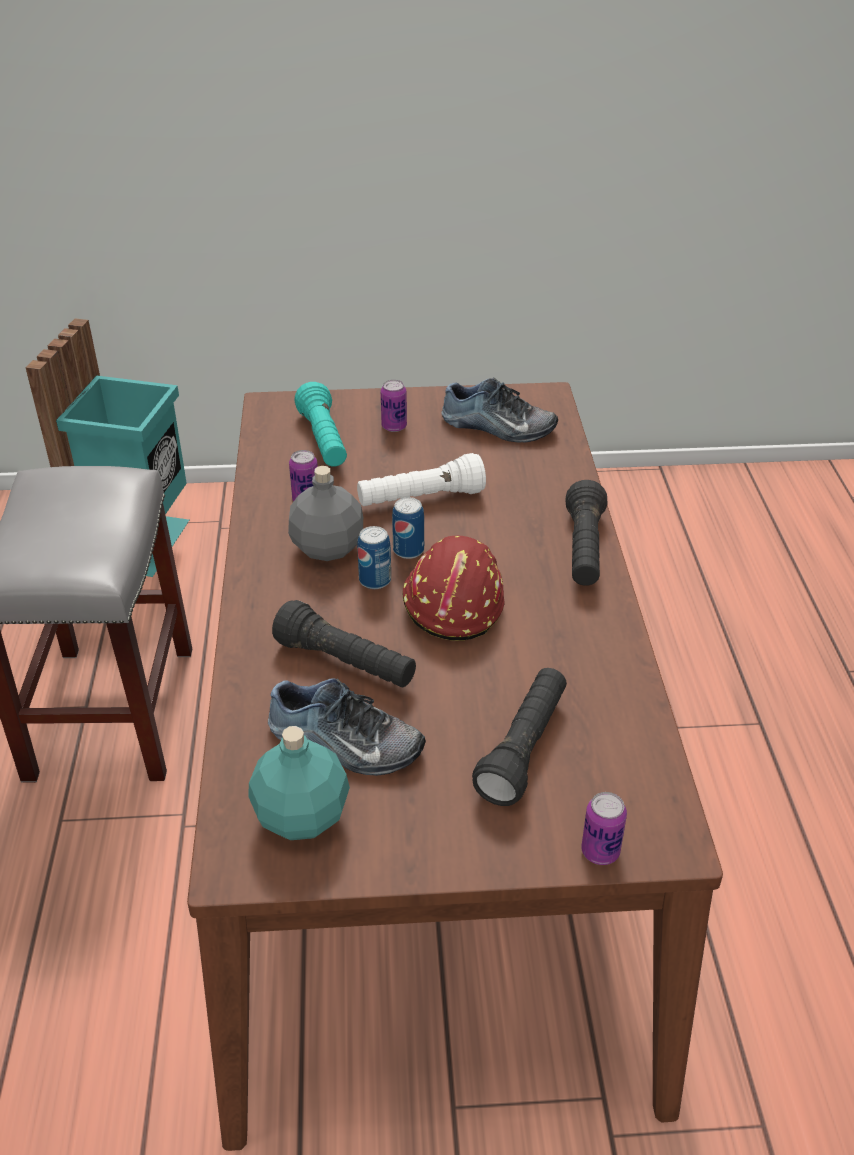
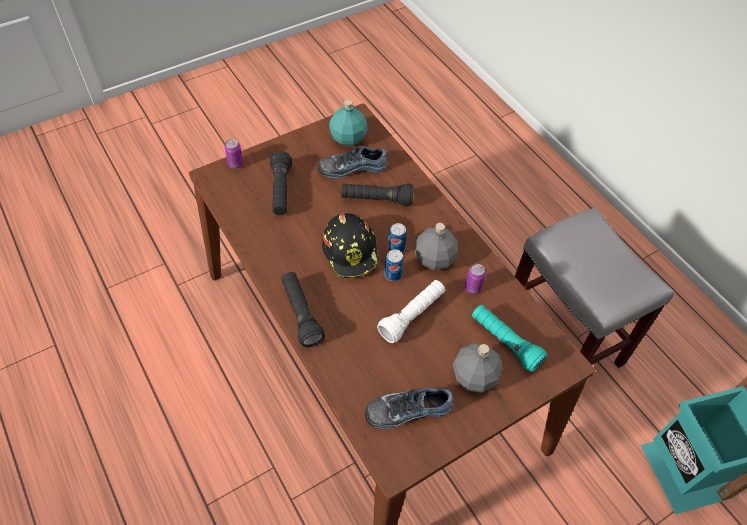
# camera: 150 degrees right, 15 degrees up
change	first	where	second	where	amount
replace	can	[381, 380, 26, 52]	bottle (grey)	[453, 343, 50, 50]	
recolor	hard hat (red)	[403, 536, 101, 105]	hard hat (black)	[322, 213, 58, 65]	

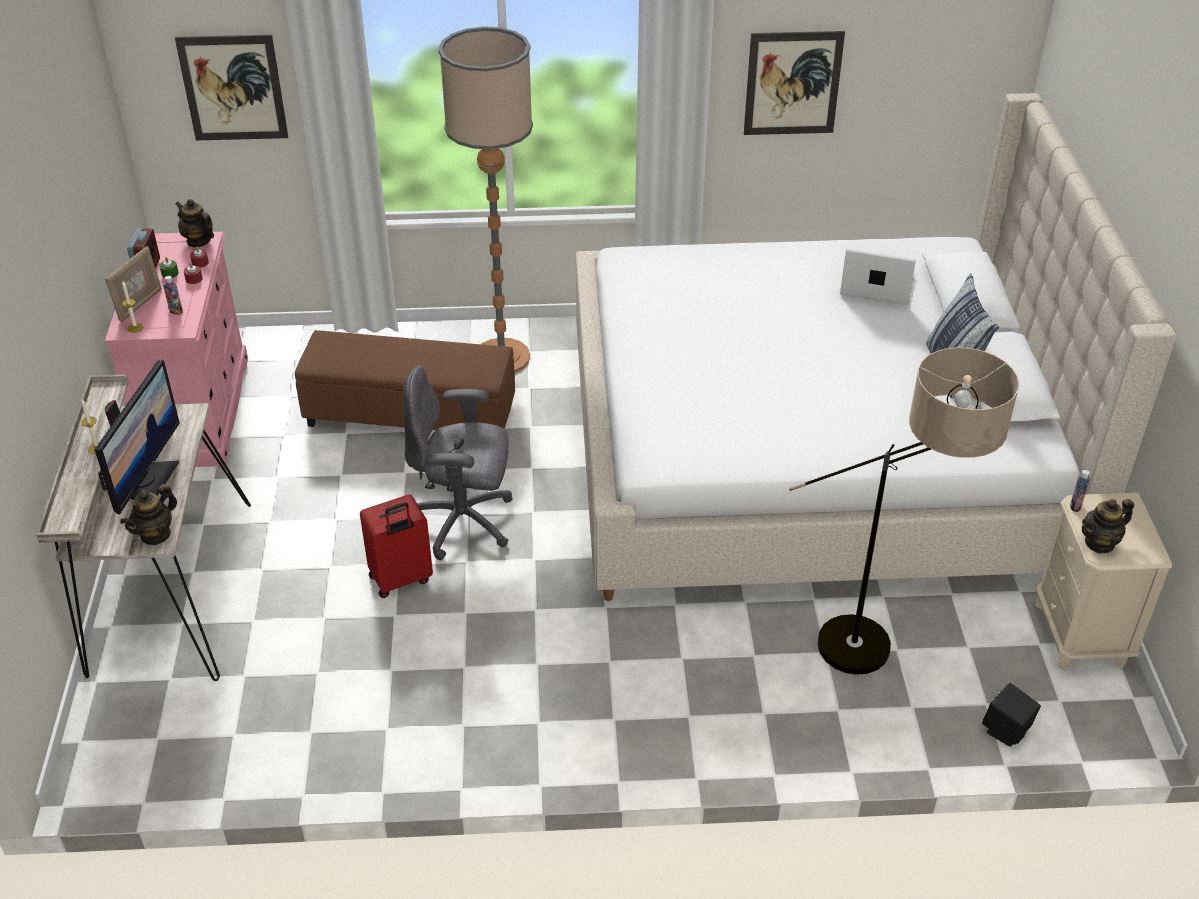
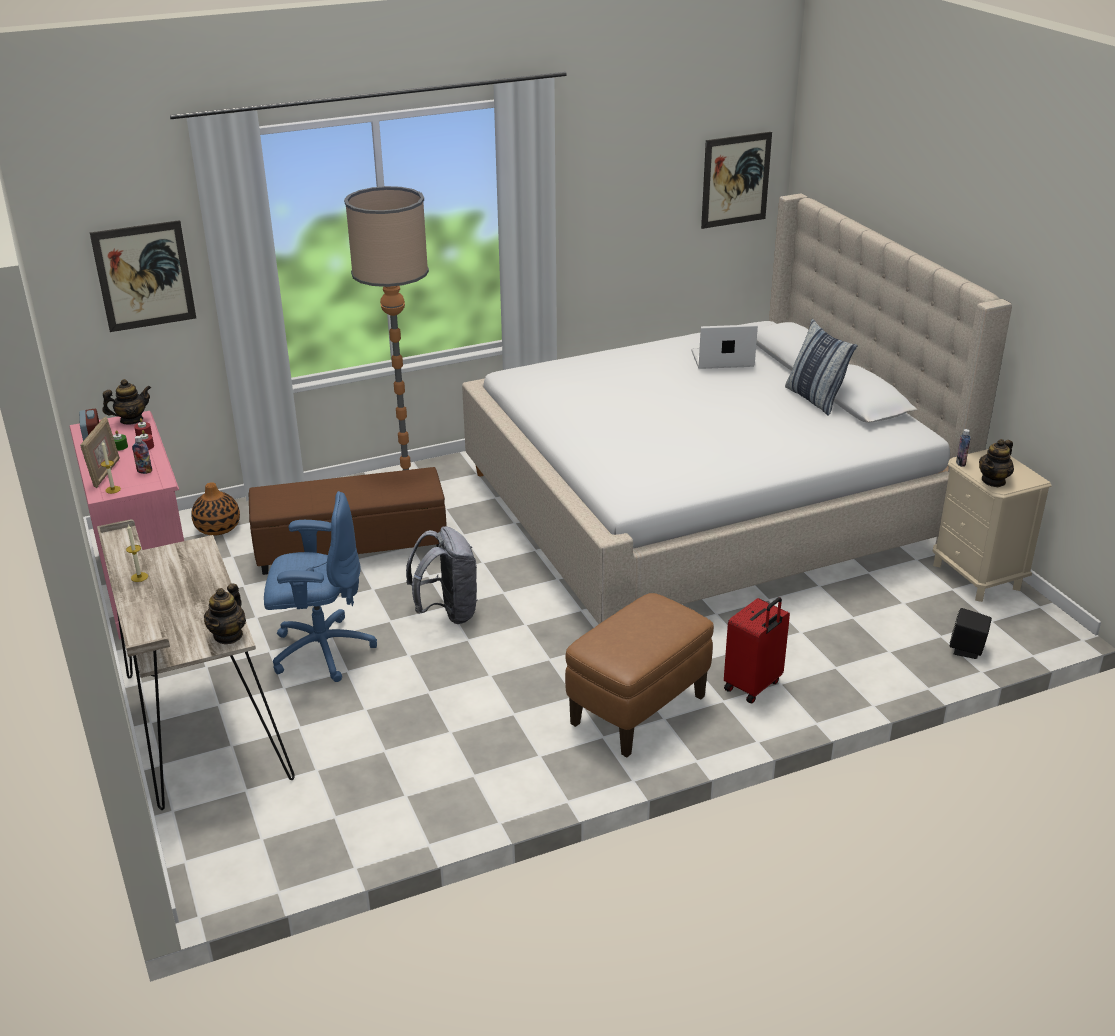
# camera: 20 degrees left, 10 degrees down
change	first	where	second	where	amount
move	picture	[744, 31, 101, 104]		[701, 132, 71, 97]	
rotate	teapot	[175, 199, 39, 48]		[103, 379, 48, 45]	135 degrees clockwise
delete	floor lamp	[789, 347, 230, 328]			
delete	monitor	[95, 360, 85, 154]			
replace	office chair (grey)	[403, 365, 109, 195]	backpack (grey)	[406, 526, 72, 98]	
move	suitcase (red)	[360, 494, 73, 104]		[724, 597, 66, 106]	
insert			vase	[191, 482, 49, 54]	
insert			office chair (blue)	[264, 491, 113, 191]	
insert			ottoman (brown)	[565, 593, 149, 164]	

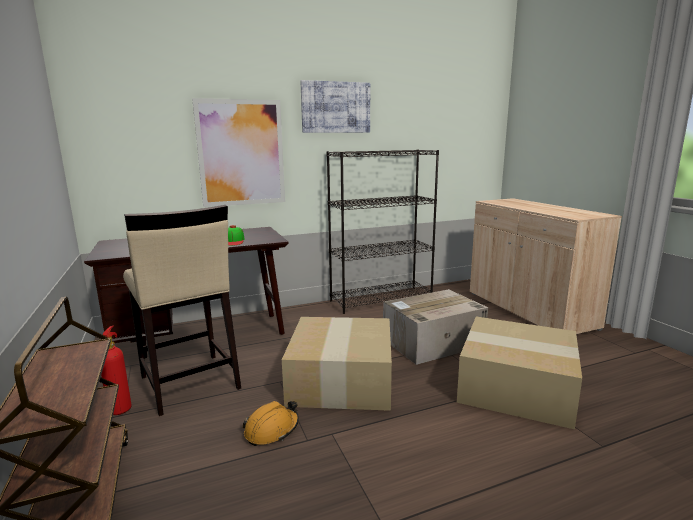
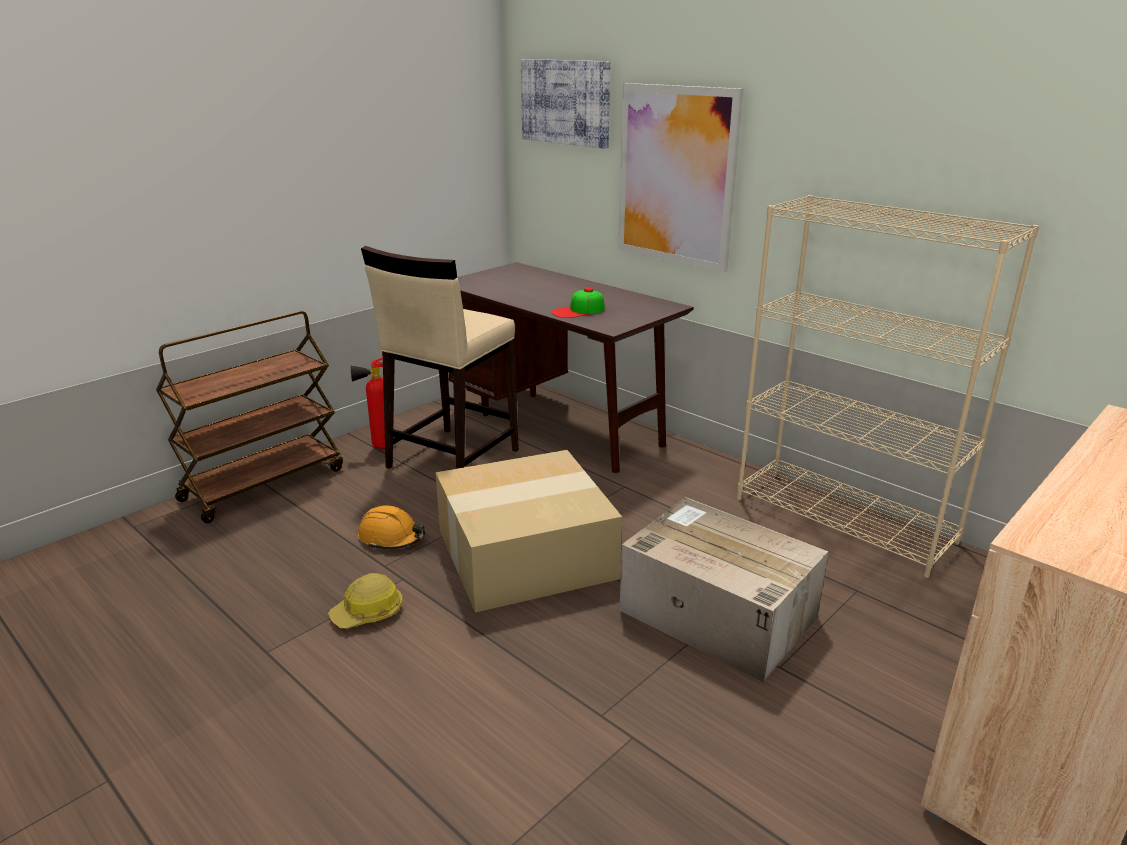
# camera: 65 degrees right, 10 degrees up
change	first	where	second	where	amount
move	picture	[300, 80, 70, 53]		[521, 59, 89, 90]	
recolor	bookcase (black)	[326, 150, 113, 164]	bookcase (beige)	[737, 195, 302, 383]	
delete	cardboard box	[457, 317, 125, 112]			
insert			hard hat	[328, 573, 75, 56]	

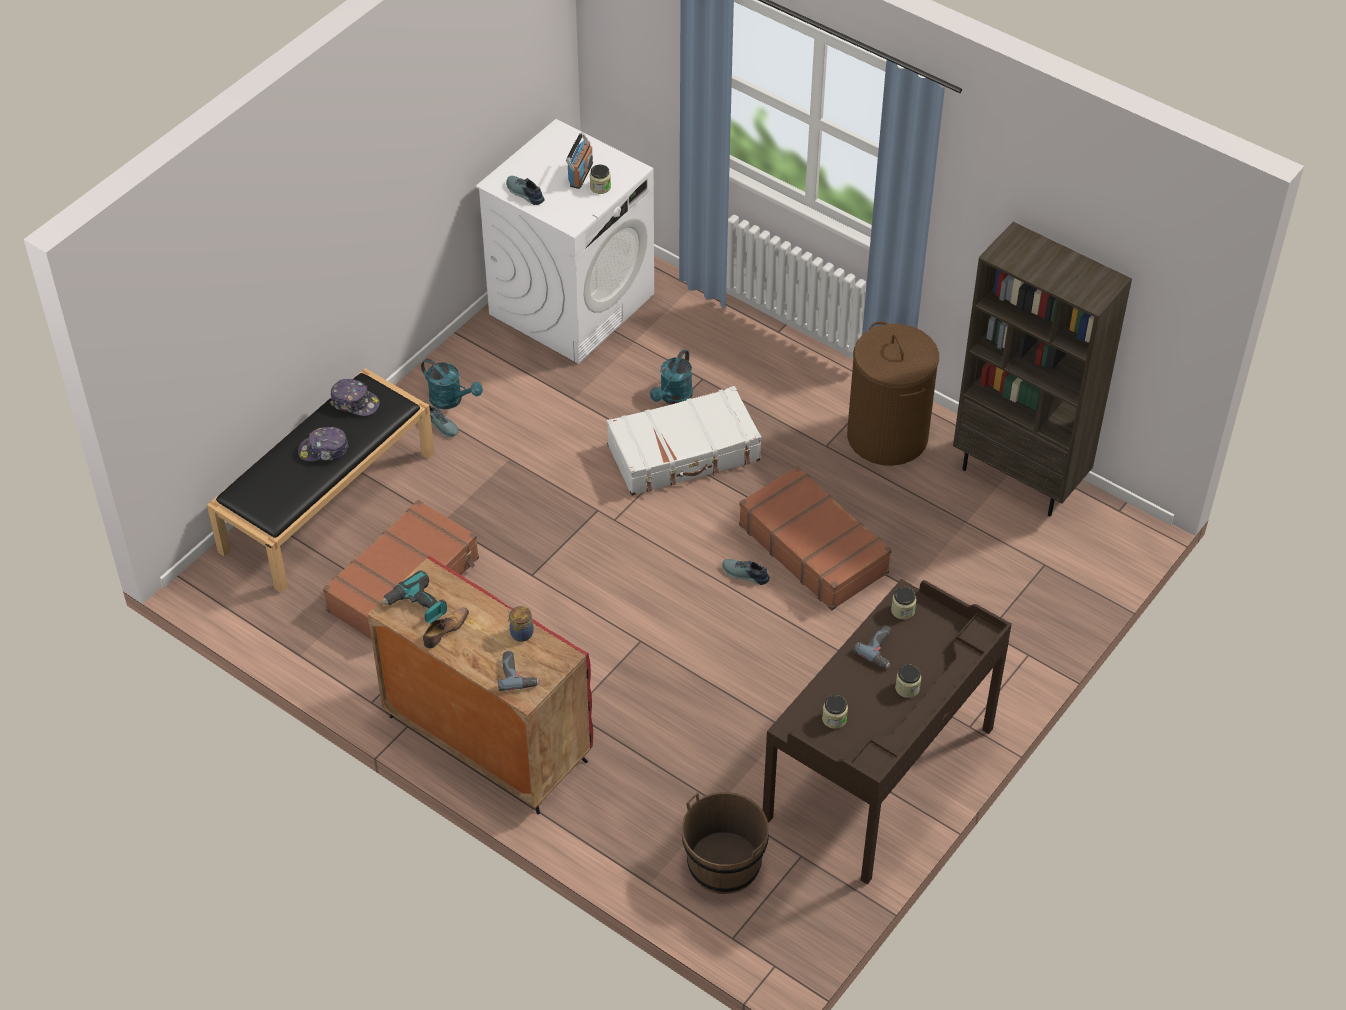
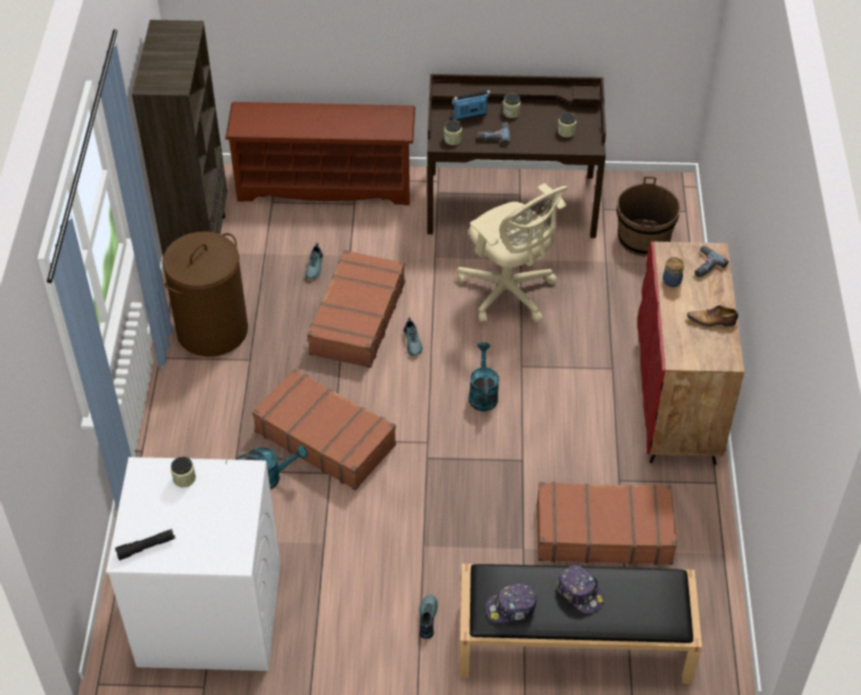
# camera: 125 degrees left, 0 degrees up
change	first	where	second	where	amount
move	radio	[566, 132, 27, 57]		[451, 90, 39, 31]	
move	shoe	[506, 176, 39, 29]		[305, 243, 18, 36]	
move	watering can (turquoise)	[421, 359, 62, 50]		[469, 342, 30, 70]	
rotate	cap	[330, 379, 50, 37]		[485, 584, 52, 39]	90 degrees counterclockwise
recolor	suitcase (white)	[607, 386, 154, 110]	suitcase (brown)	[252, 369, 144, 121]	
delete	power drill	[381, 570, 66, 54]			
insert			shoe rack (brown)	[225, 102, 190, 103]	
insert			office chair (beige)	[457, 183, 111, 140]	
insert			flashlight (black)	[115, 529, 60, 31]	

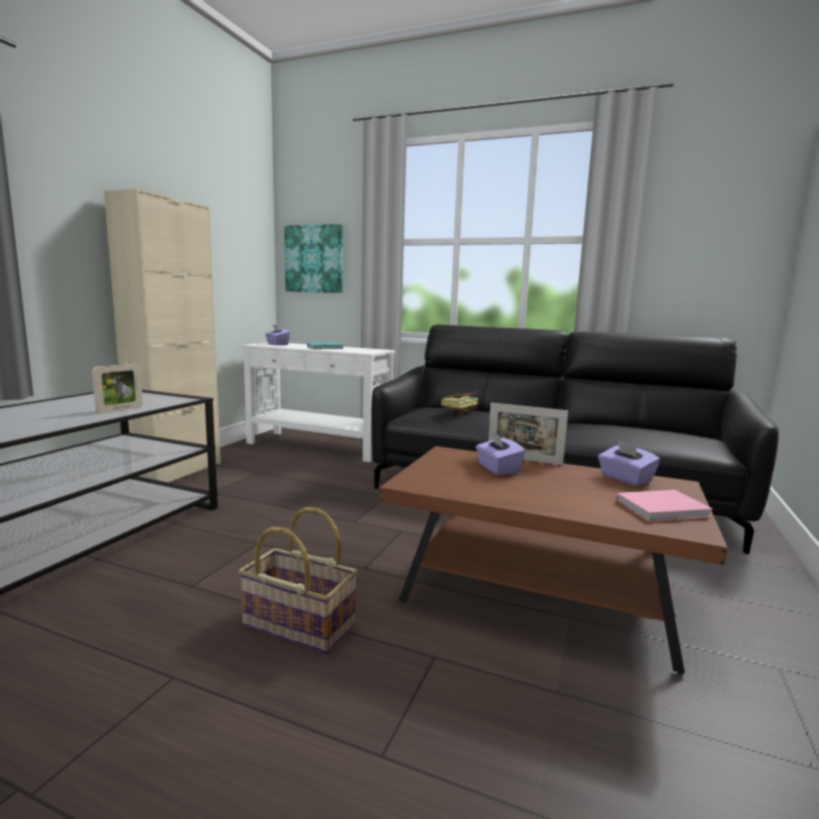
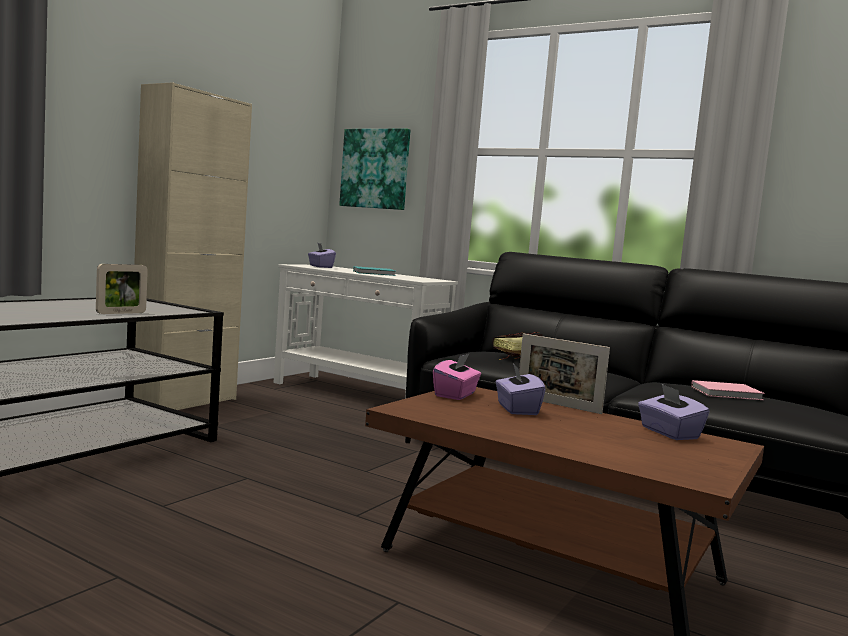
# camera: 10 degrees right, 5 degrees down
change	first	where	second	where	amount
move	book (pink)	[616, 490, 97, 32]		[691, 380, 74, 20]	
delete	basket	[238, 507, 120, 147]			
insert			tissue box (pink)	[433, 353, 48, 47]	

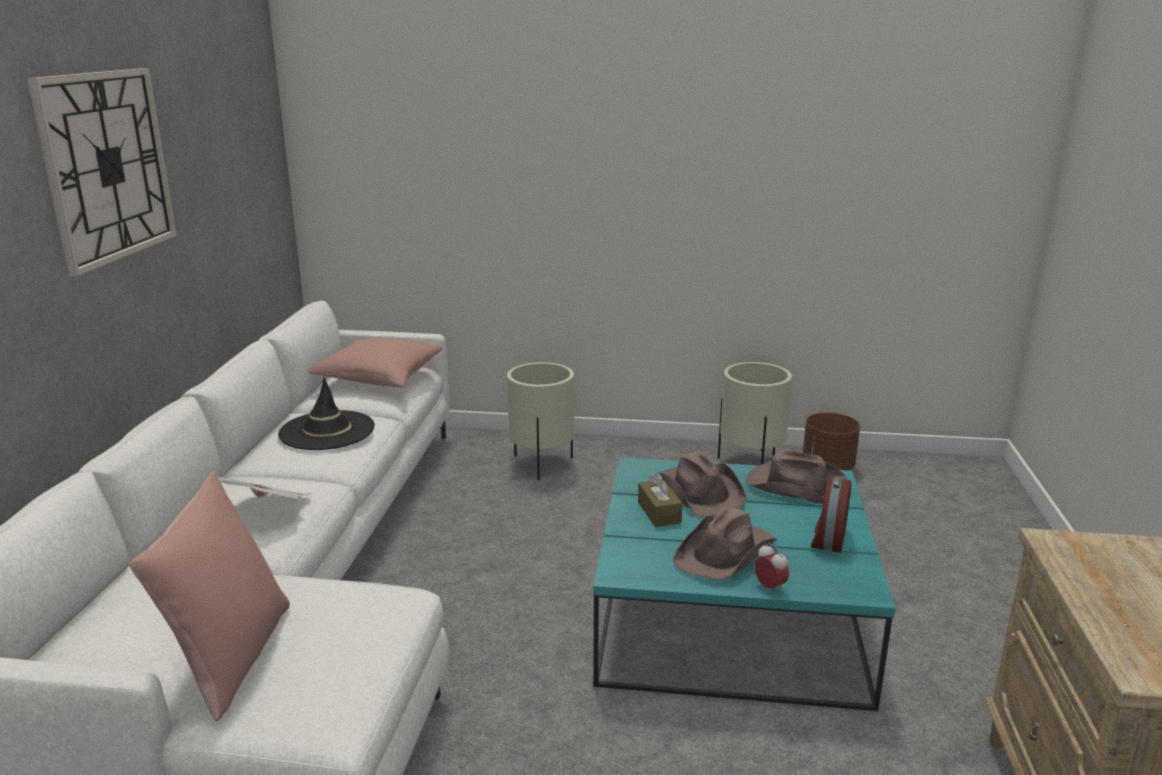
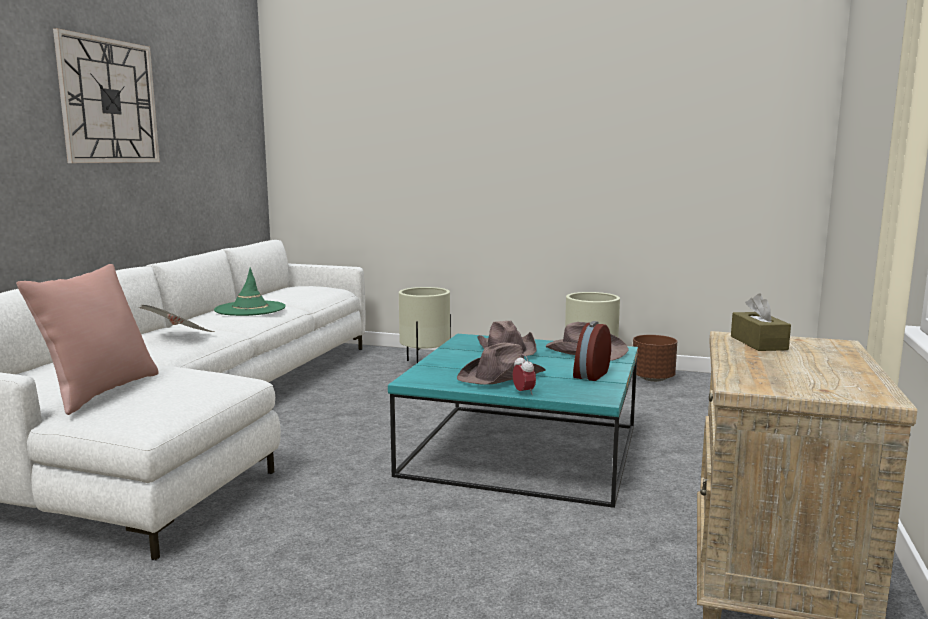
# camera: 10 degrees right, 10 degrees down
change	first	where	second	where	amount
delete	pillow (pink)	[308, 338, 135, 49]			
recolor	hat (black)	[278, 377, 97, 73]	hat (green)	[214, 268, 72, 48]	
move	tissue box (brown)	[638, 472, 44, 55]		[731, 294, 60, 57]	

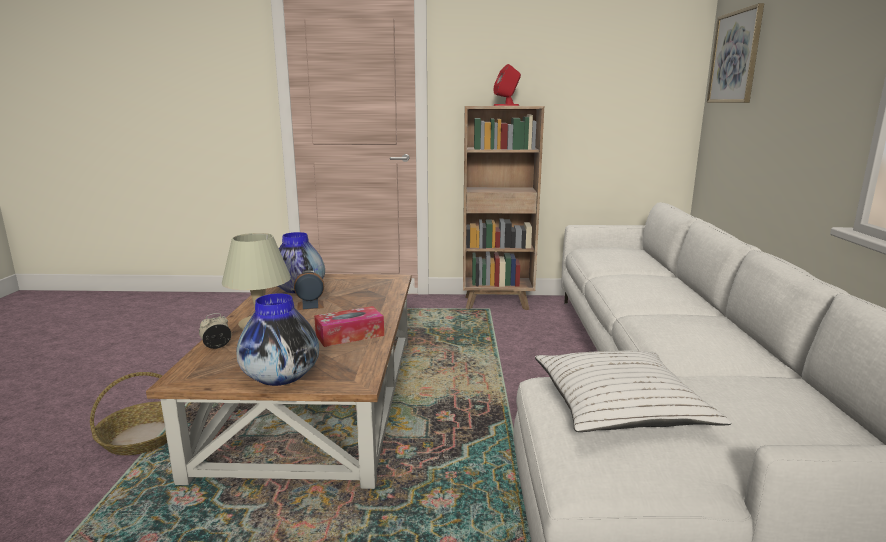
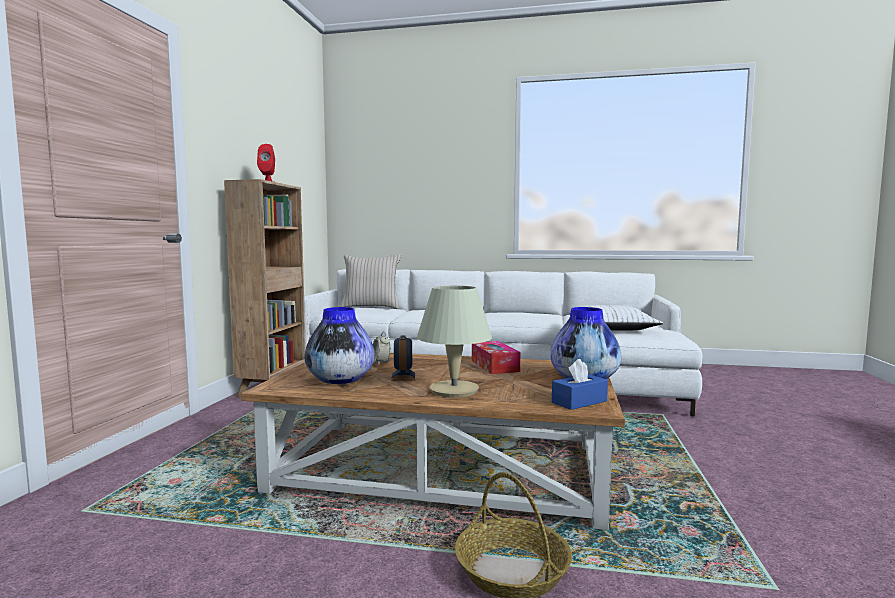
# camera: 80 degrees left, 10 degrees down
change	first	where	second	where	amount
delete	picture	[707, 3, 57, 100]			
move	alarm clock	[199, 313, 32, 36]		[373, 332, 17, 32]	
insert			pillow (beige)	[339, 254, 62, 55]	
insert			tissue box (blue)	[552, 359, 56, 51]	

